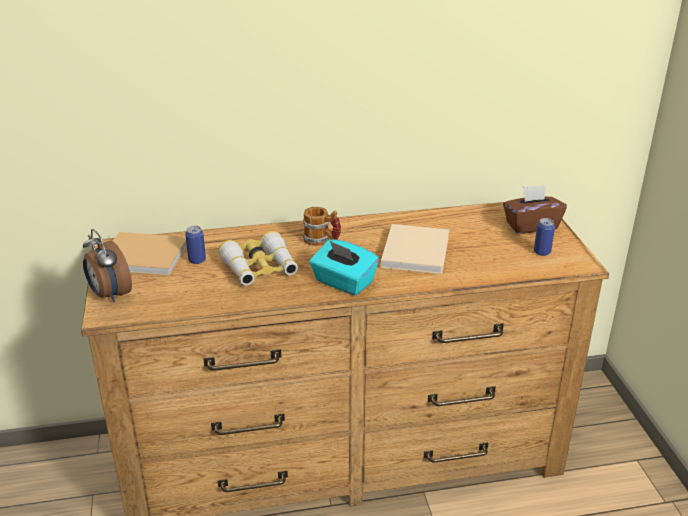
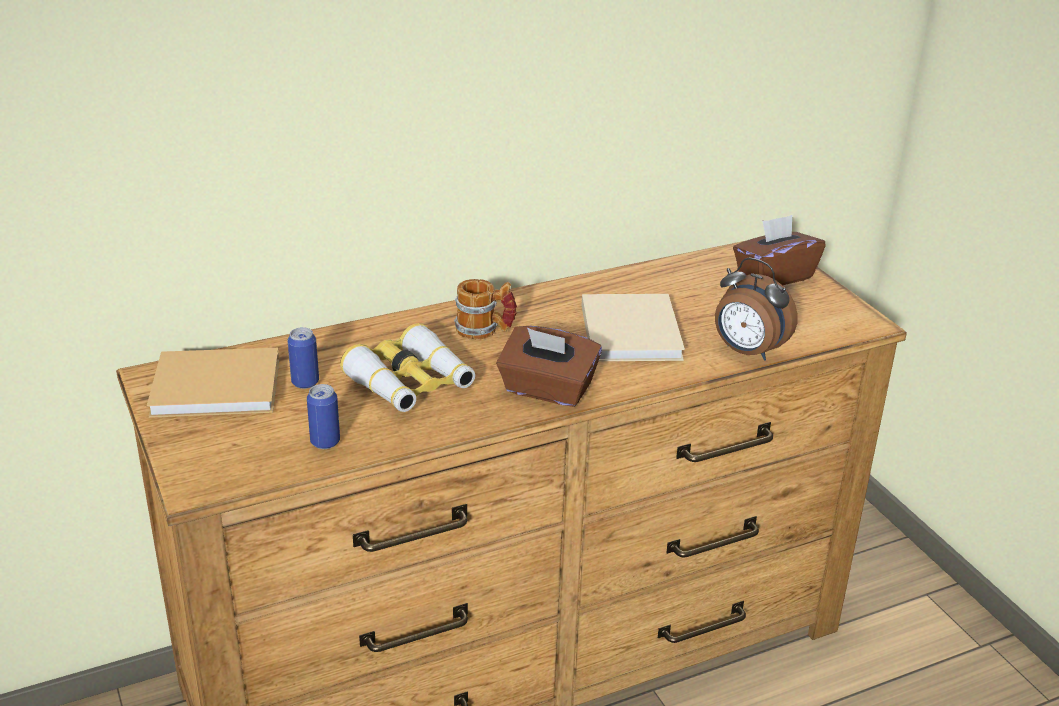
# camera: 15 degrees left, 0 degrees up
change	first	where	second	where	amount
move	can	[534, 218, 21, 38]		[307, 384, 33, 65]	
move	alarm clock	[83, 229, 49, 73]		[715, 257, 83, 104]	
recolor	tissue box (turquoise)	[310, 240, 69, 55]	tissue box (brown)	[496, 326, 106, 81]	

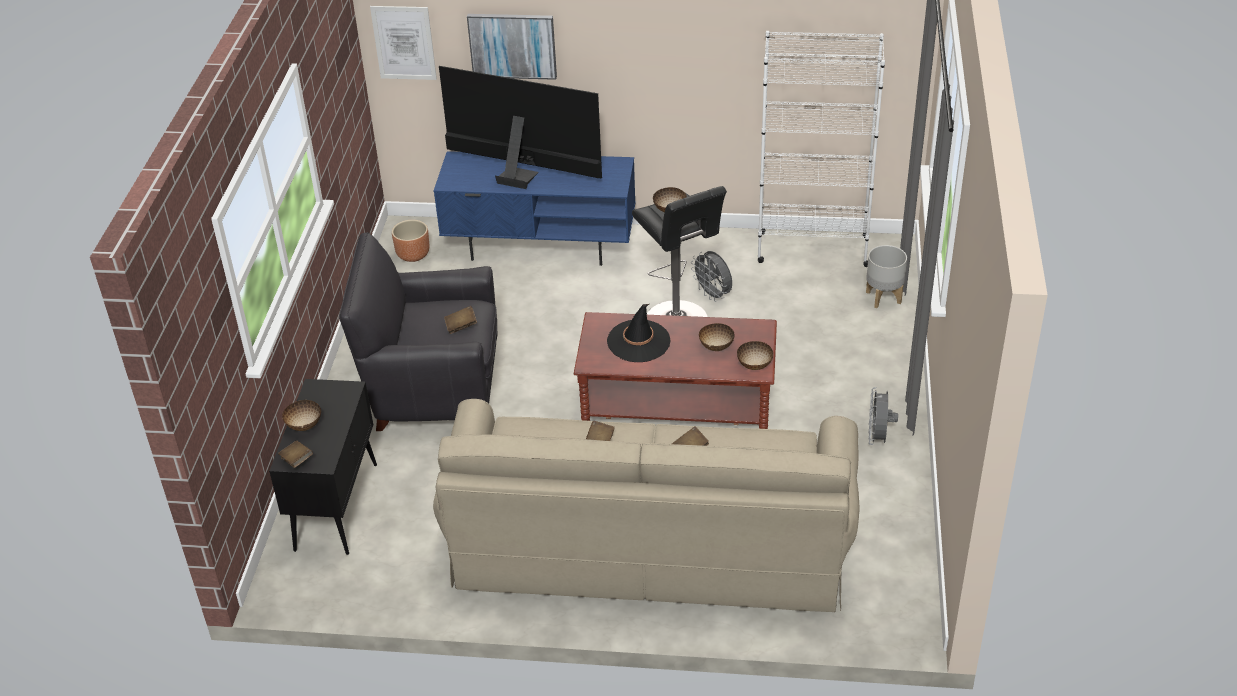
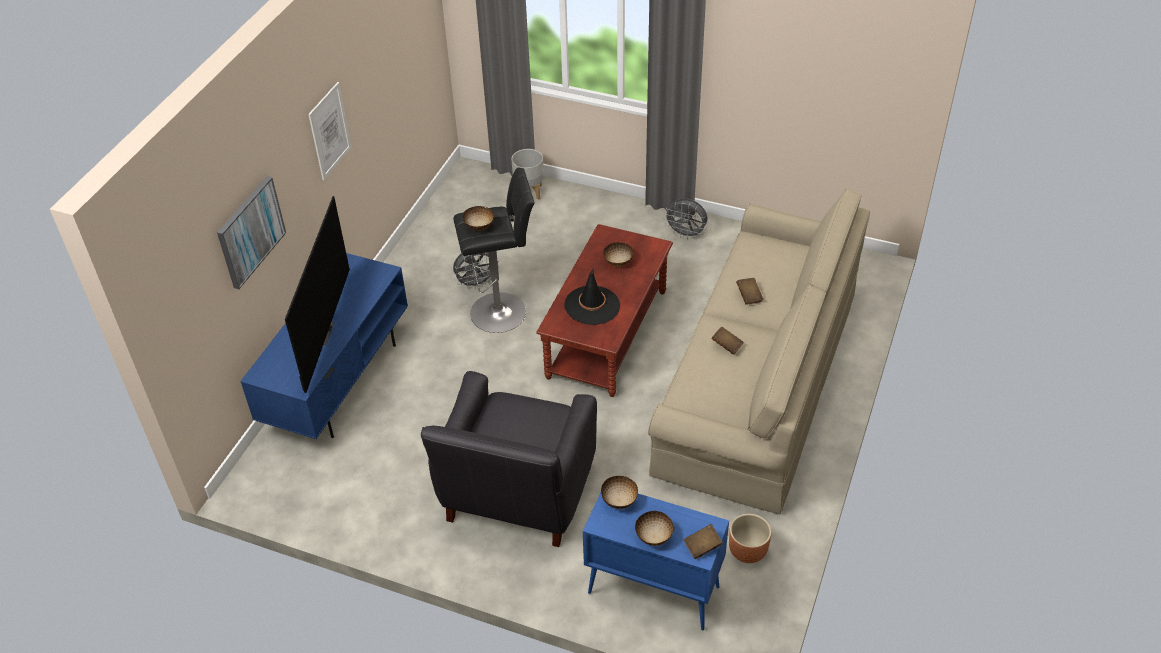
# camera: 75 degrees left, 5 degrees up
change	first	where	second	where	amount
move	picture	[370, 6, 67, 74]		[308, 82, 44, 98]	
delete	bookcase (white)	[758, 31, 127, 236]			
rotate	television	[439, 66, 163, 123]		[285, 196, 65, 197]	150 degrees clockwise
move	planter (brown)	[392, 220, 37, 42]		[729, 514, 42, 49]	
delete	book (brown)	[444, 306, 33, 28]			
move	bowl	[737, 341, 36, 29]		[601, 476, 37, 33]	
recolor	cabinet (black)	[269, 379, 108, 176]	cabinet (blue)	[583, 493, 146, 137]	

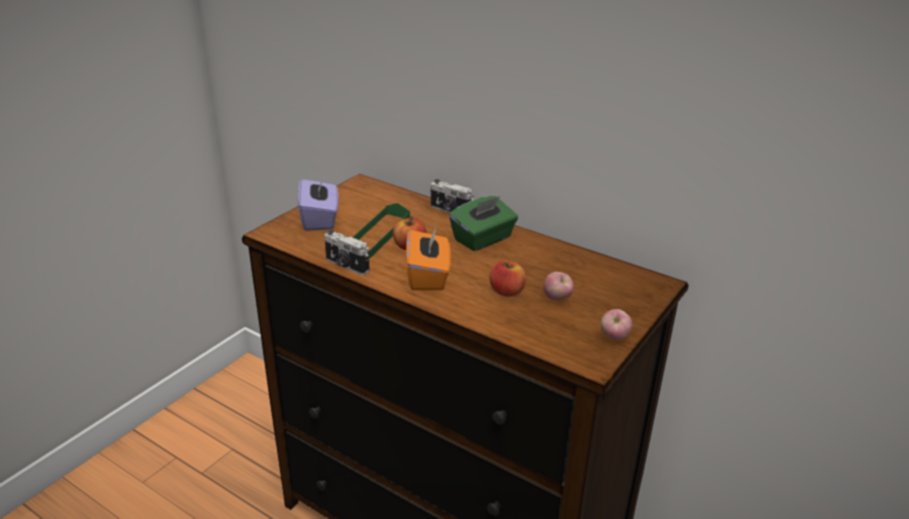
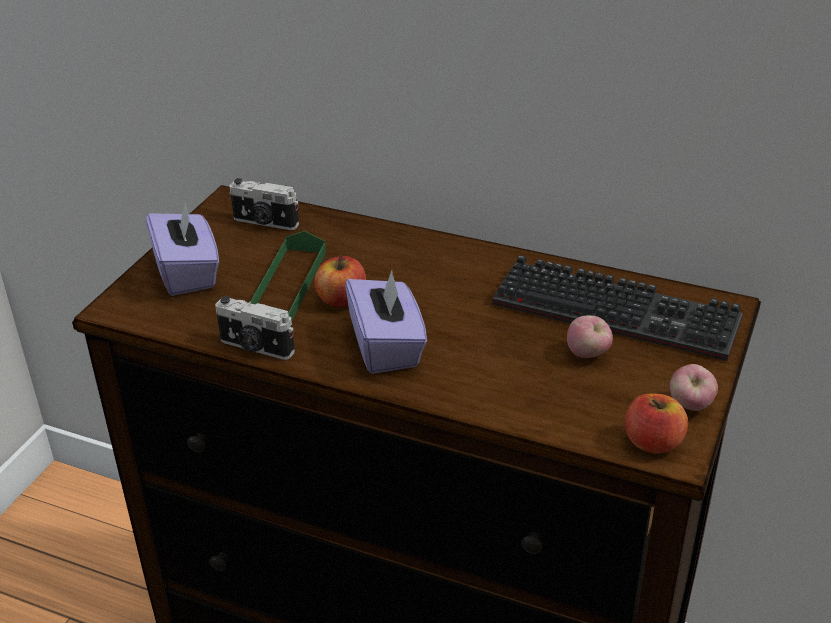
# camera: 10 degrees left, 5 degrees up
change	first	where	second	where	amount
move	photo camera	[430, 179, 44, 34]		[229, 178, 70, 52]	
delete	tissue box (green)	[449, 196, 69, 55]			
recolor	tissue box (orange)	[406, 227, 45, 63]	tissue box (purple)	[345, 271, 82, 103]	
move	apple	[490, 261, 36, 36]		[625, 393, 63, 61]	
insert			keyboard	[492, 255, 251, 106]	

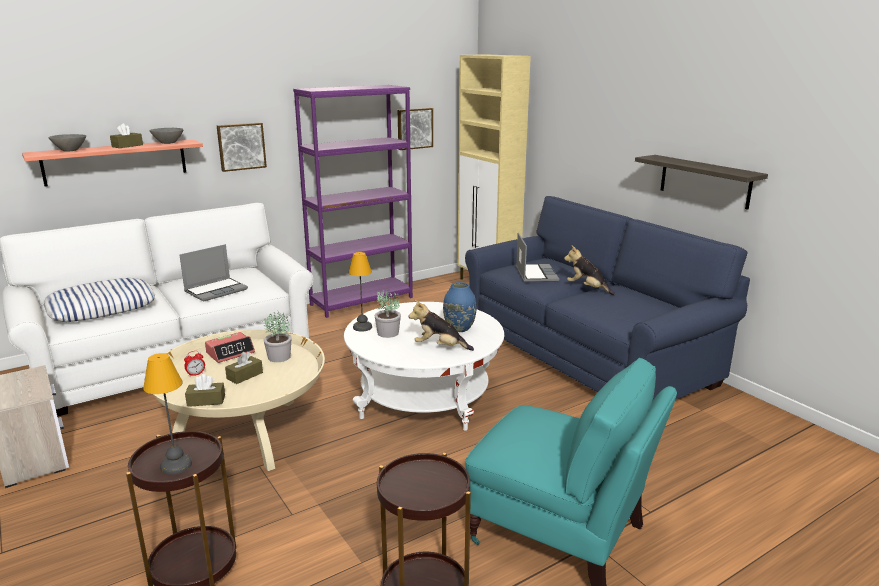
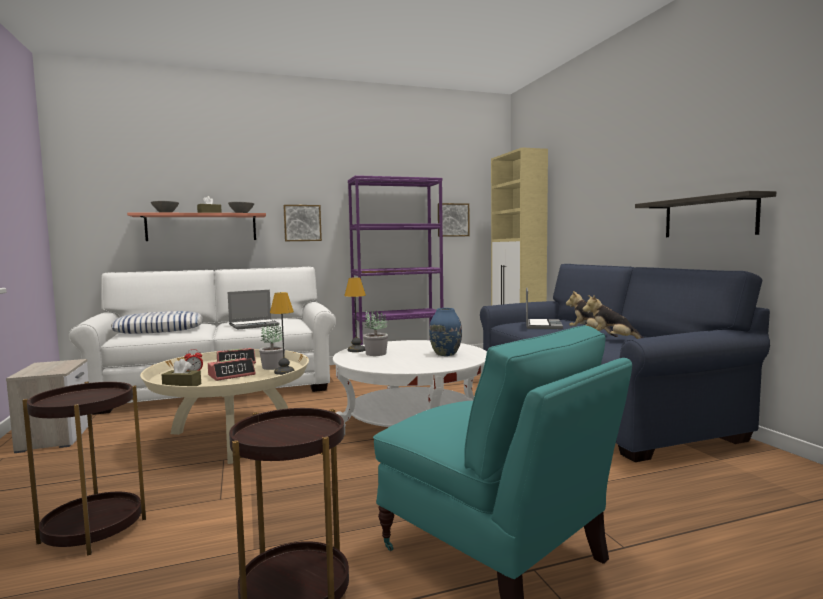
# camera: 15 degrees right, 15 degrees down
change	first	where	second	where	amount
move	plush toy	[408, 300, 66, 51]		[582, 295, 62, 44]	
replace	tissue box (brown)	[225, 352, 38, 32]	alarm clock	[208, 358, 48, 23]	
move	table lamp	[143, 353, 49, 122]		[270, 292, 25, 83]	

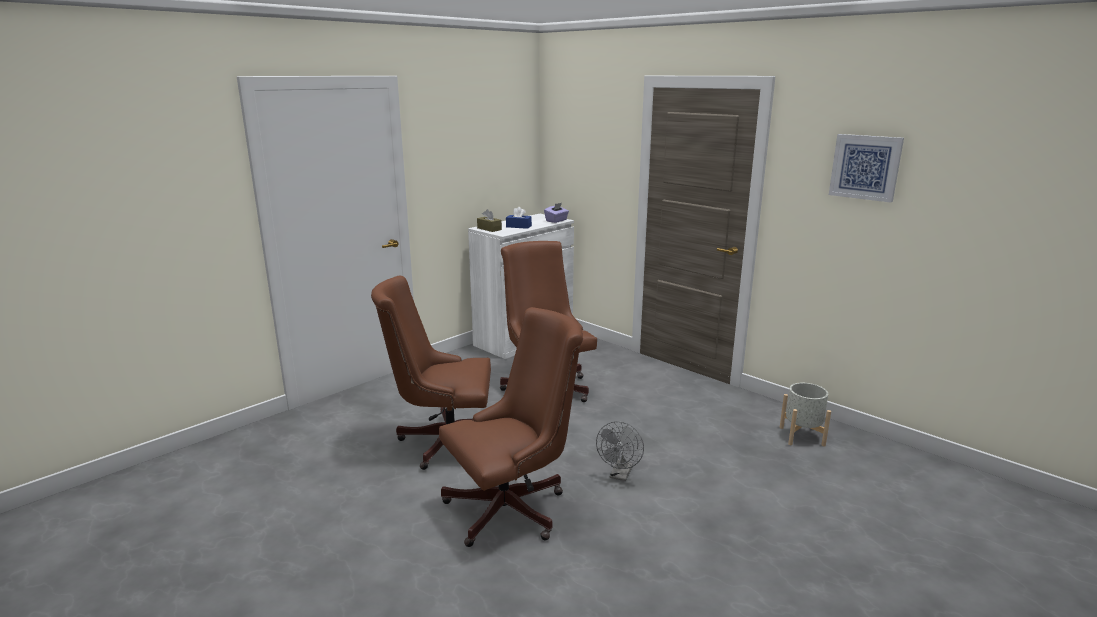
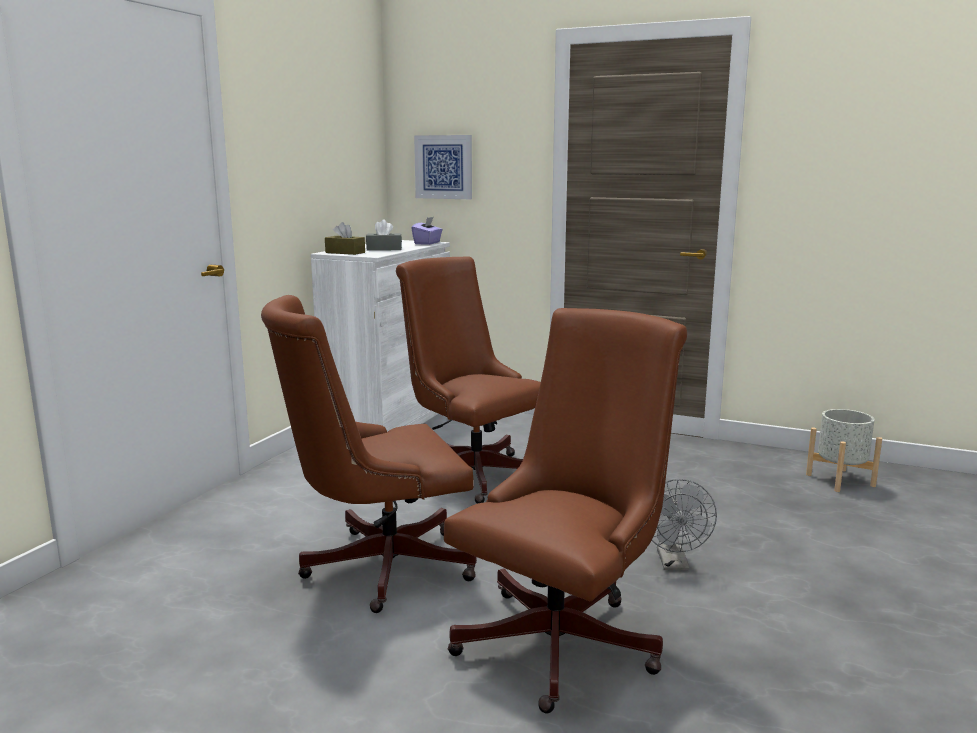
# camera: 20 degrees left, 5 degrees down
change	first	where	second	where	amount
move	picture	[829, 134, 75, 69]		[414, 135, 58, 64]	
recolor	tissue box (blue)	[506, 207, 26, 22]	tissue box (grey)	[366, 219, 36, 32]	

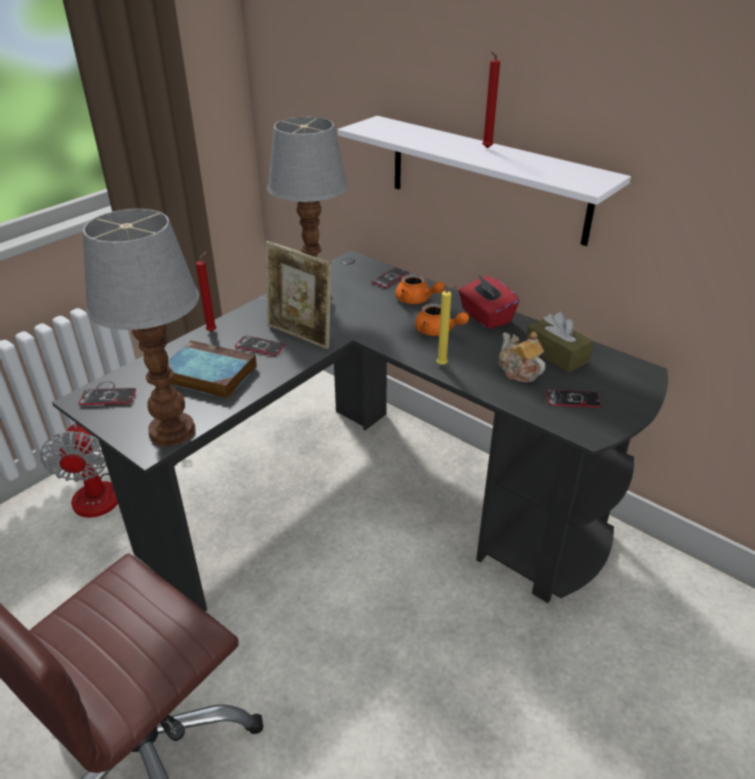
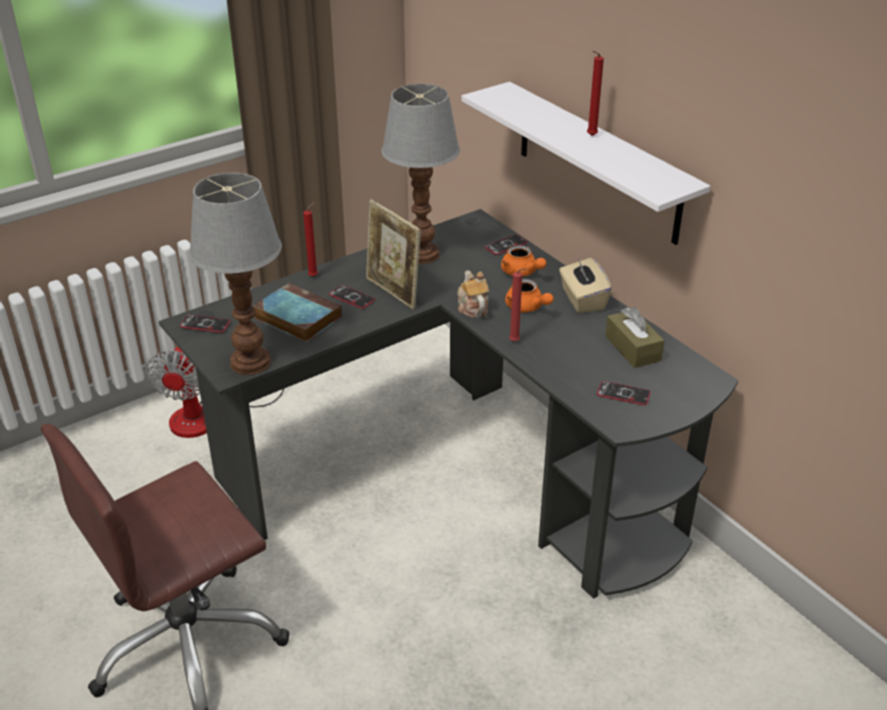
# camera: 15 degrees right, 0 degrees up
change	first	where	second	where	amount
recolor	tissue box (red)	[459, 275, 60, 54]	tissue box (beige)	[559, 258, 53, 55]	
recolor	candle (yellow)	[437, 286, 20, 79]	candle (red)	[509, 268, 18, 74]	
move	teapot	[499, 331, 46, 51]		[457, 270, 32, 48]	

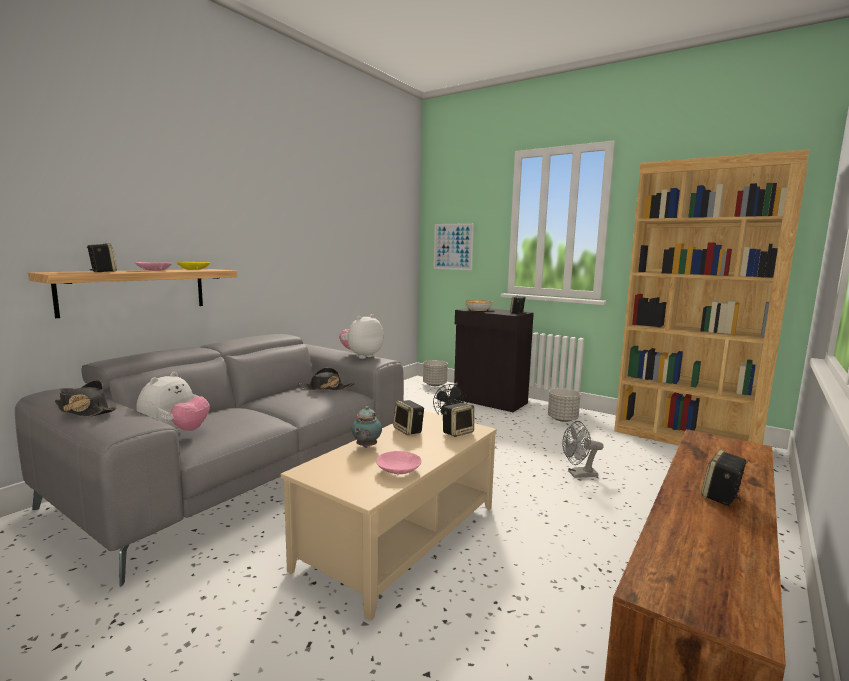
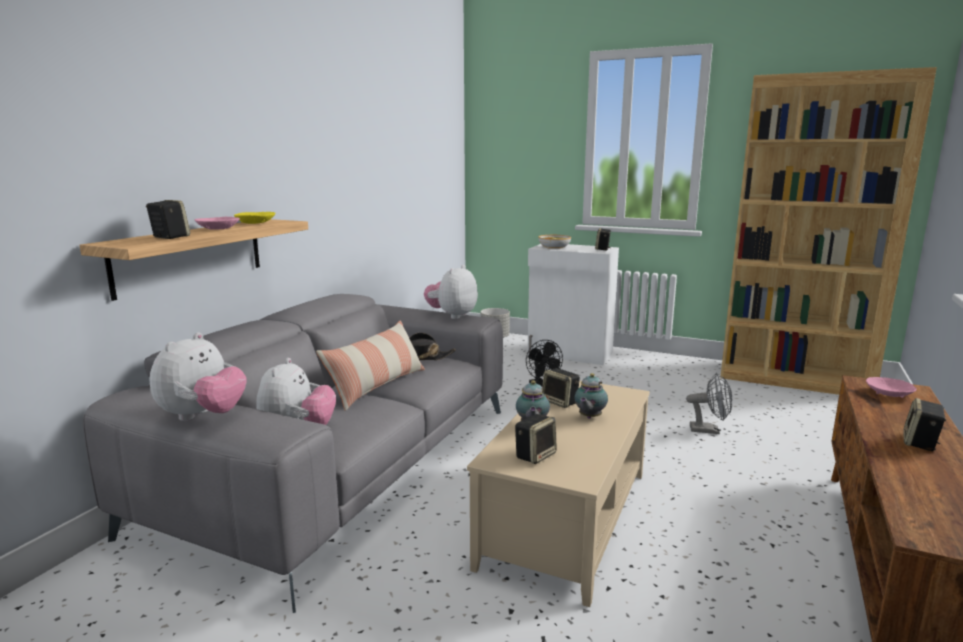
# camera: 10 degrees left, 5 degrees up
change	first	where	second	where	amount
delete	picture	[434, 223, 40, 47]			
recolor	cabinet (black)	[454, 308, 80, 104]	cabinet (white)	[527, 244, 92, 121]	
replace	hat (black)	[55, 380, 62, 37]	plush toy	[150, 332, 96, 89]	
delete	planter (grey)	[548, 388, 33, 34]			
move	speaker	[443, 403, 31, 34]		[515, 414, 42, 50]	
rotate	fan (grey)	[562, 421, 42, 57]		[686, 373, 47, 61]	150 degrees counterclockwise
move	bowl (pink)	[376, 451, 46, 24]		[866, 377, 51, 21]	
insert			pillow	[316, 320, 109, 91]	
insert			teapot	[574, 373, 34, 46]	

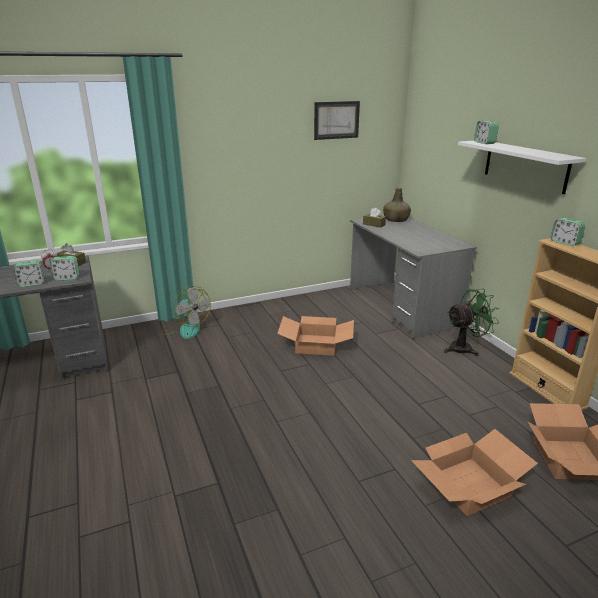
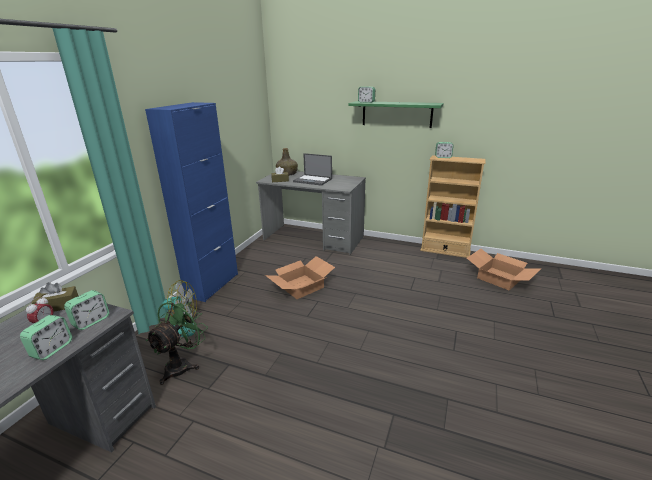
# camera: 45 degrees left, 0 degrees up
change	first	where	second	where	amount
delete	picture	[314, 101, 46, 39]			
recolor	shelf (white)	[458, 141, 128, 53]	shelf (green)	[349, 101, 95, 27]	
move	fan (green)	[444, 289, 55, 67]		[146, 297, 62, 88]	
delete	cardboard box	[411, 429, 127, 87]			
insert			cabinet (blue)	[145, 102, 93, 200]	
insert			laptop	[293, 153, 39, 33]	

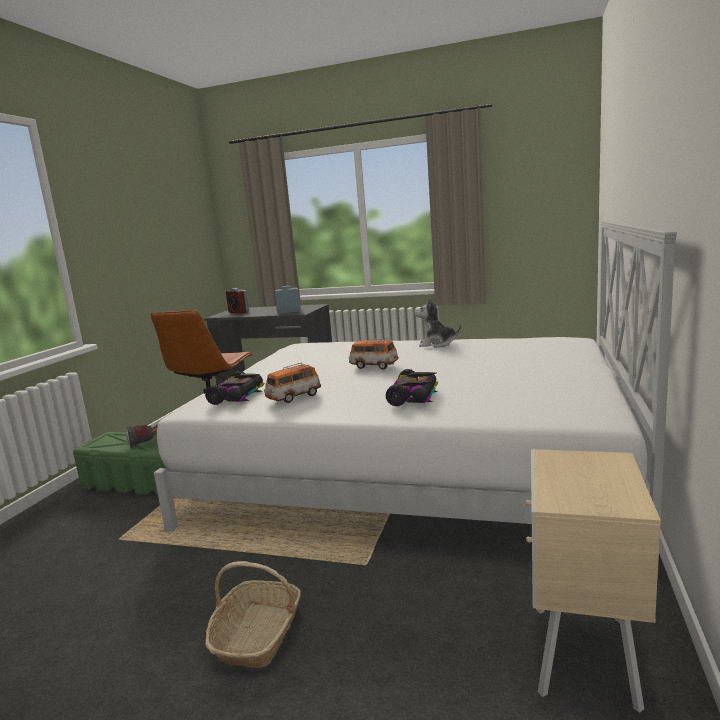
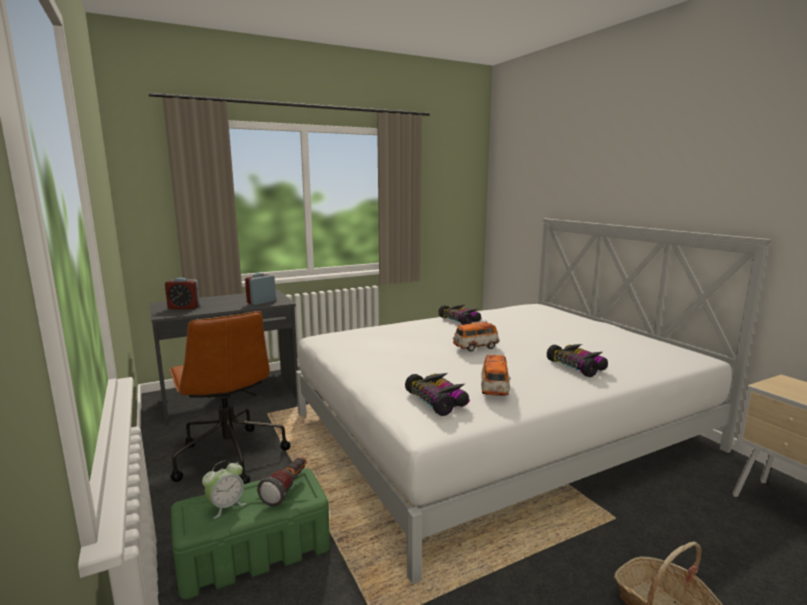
# camera: 45 degrees left, 0 degrees up
change	first	where	second	where	amount
replace	plush toy	[414, 298, 48, 50]	toy car	[438, 304, 43, 21]	
insert			alarm clock	[202, 461, 44, 58]	

